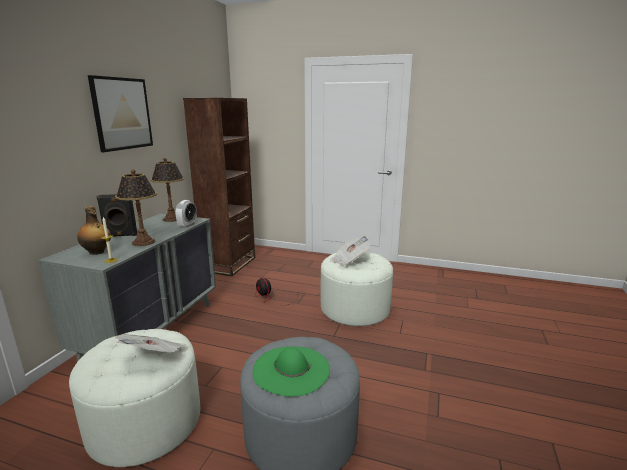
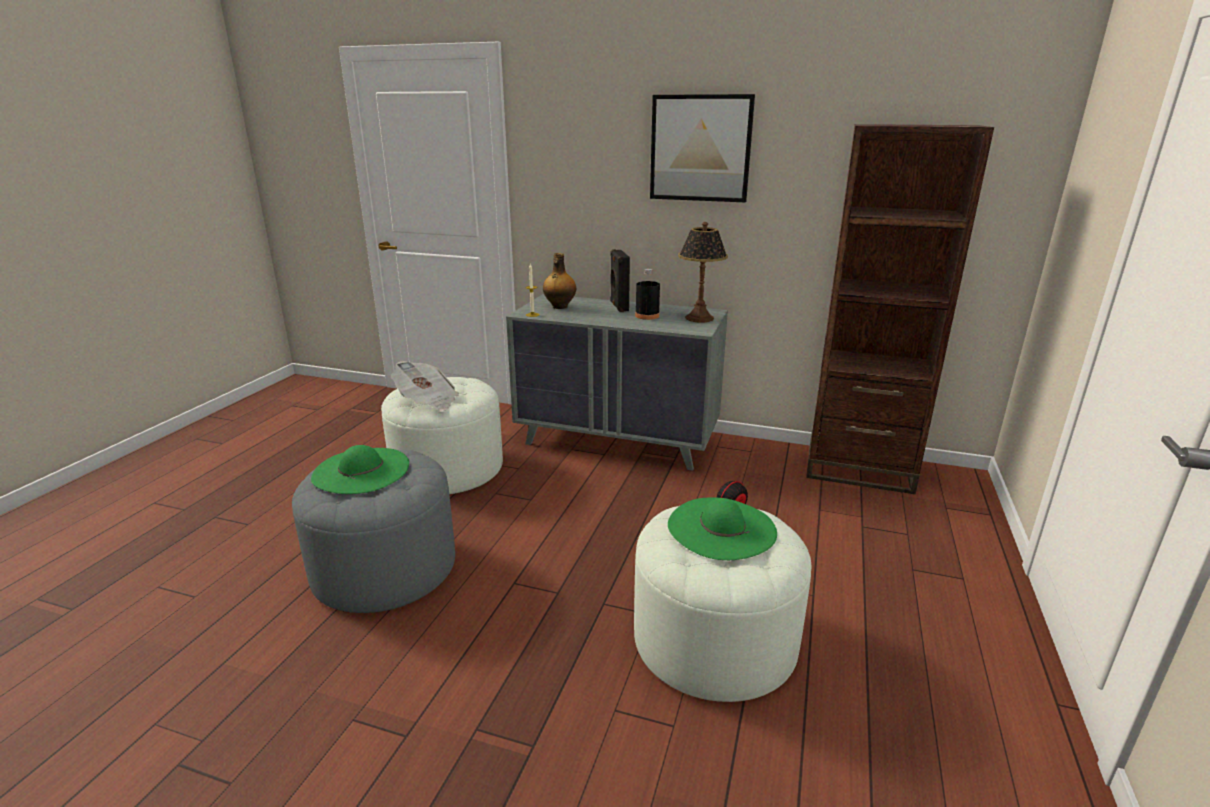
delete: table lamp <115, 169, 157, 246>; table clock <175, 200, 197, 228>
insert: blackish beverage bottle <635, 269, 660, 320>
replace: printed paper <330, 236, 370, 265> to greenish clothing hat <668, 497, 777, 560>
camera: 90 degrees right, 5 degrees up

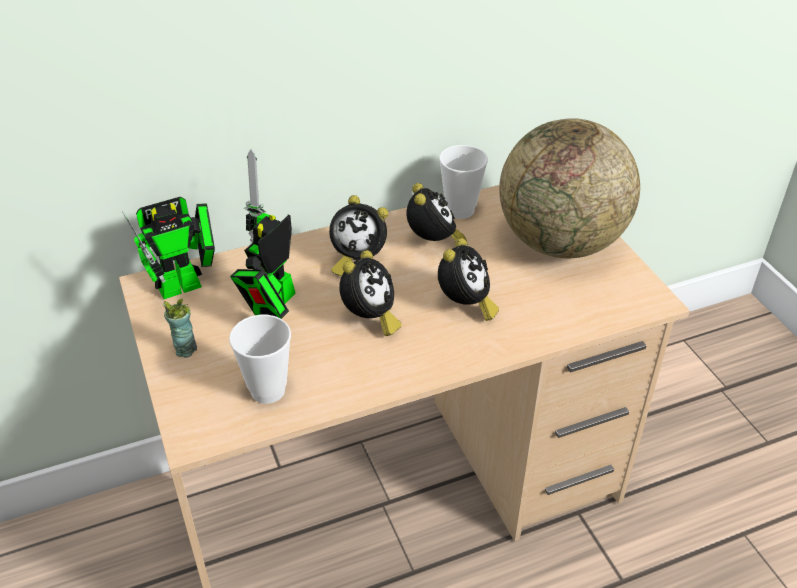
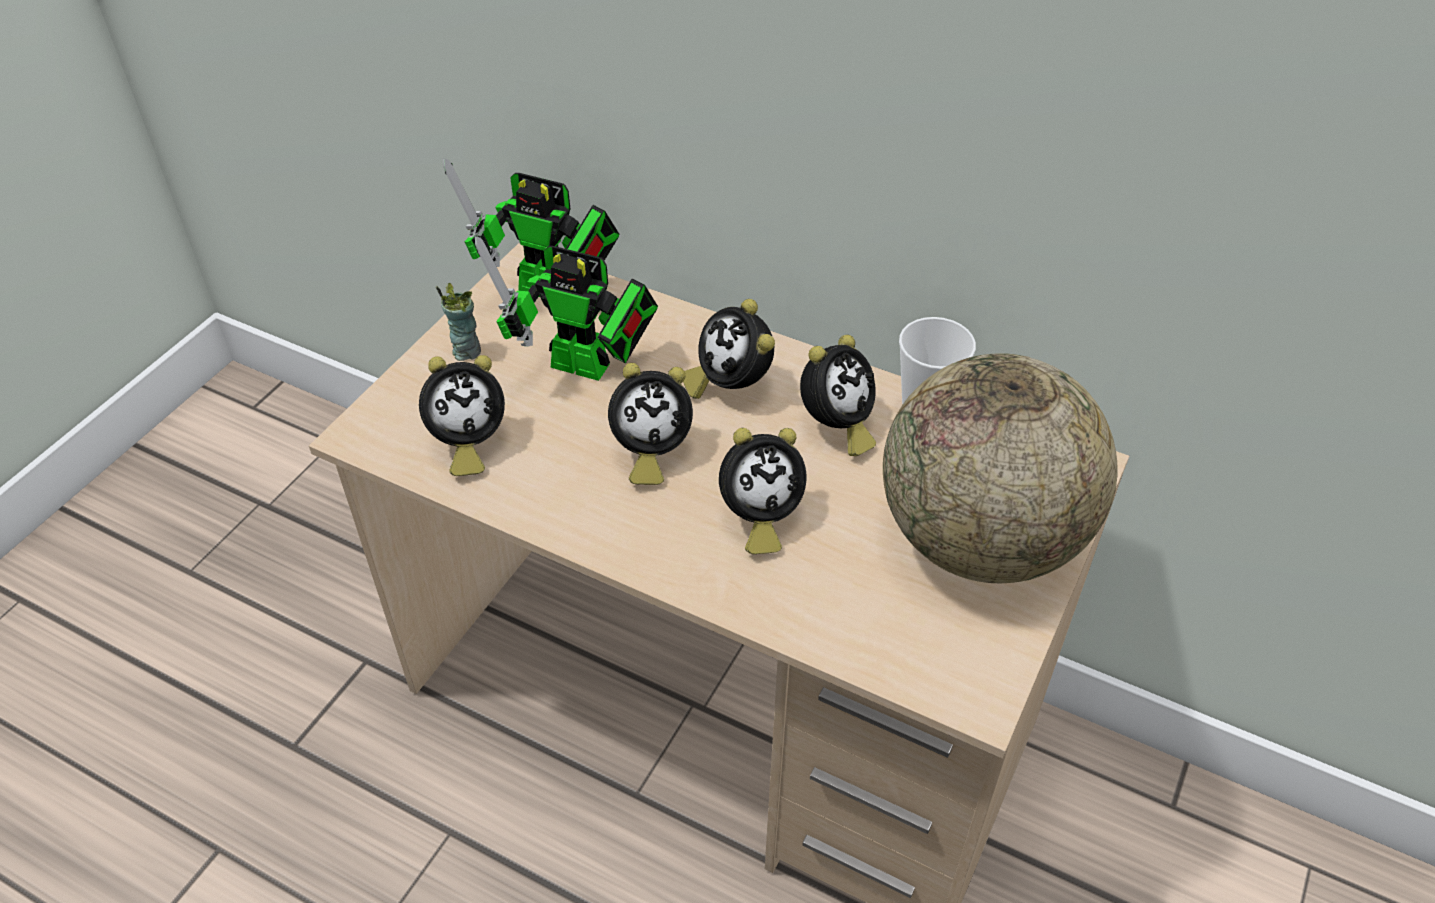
replace: cup <229, 315, 291, 404> to table clock <419, 355, 505, 476>
rotate: robot figure <230, 149, 296, 319> = <475, 236, 658, 381> 150 degrees counterclockwise
camera: 50 degrees right, 5 degrees up

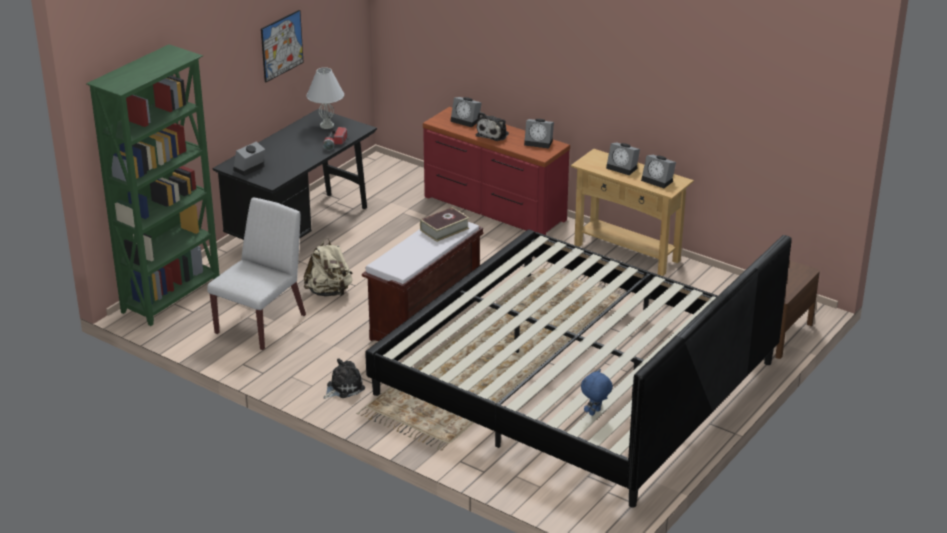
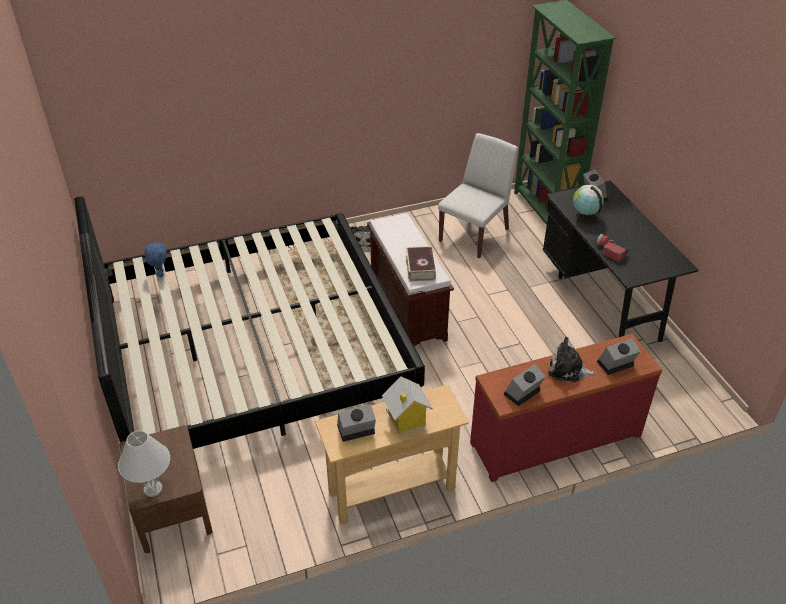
delete: wall art <261, 10, 304, 83>; beige-coloured backpack <304, 238, 353, 297>
insert: desk globe <573, 185, 604, 224>
move: white table lamp <307, 67, 344, 129> to <118, 430, 170, 497>
replace: table clock <606, 142, 640, 175> to model house <382, 376, 433, 435>
rotate: soft toy <476, 112, 509, 141> = <548, 337, 596, 383> 45 degrees counterclockwise; white chair <207, 198, 306, 350> = <438, 133, 518, 258> 120 degrees counterclockwise
camera: 125 degrees right, 10 degrees up

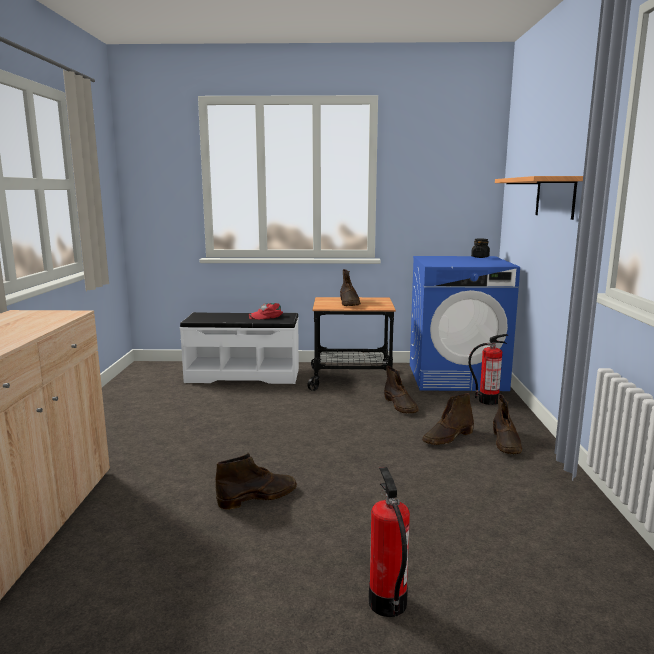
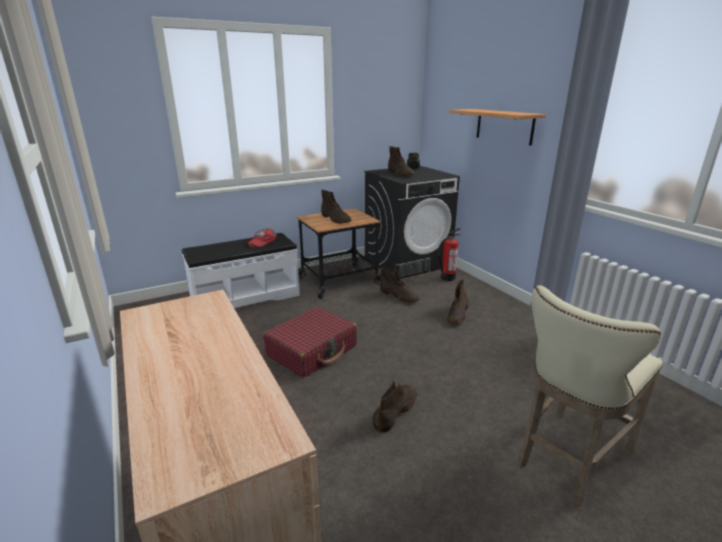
insert: red suitcase <263, 307, 357, 378>
move: brownish tall boot <493, 394, 523, 454> to <388, 146, 414, 176>
replace: extinguisher <369, 467, 410, 617> to beige-coloured stool <517, 285, 663, 507>
recolor: bluish washing machine <410, 256, 520, 391> to blackish washing machine <364, 166, 460, 279>
camera: 30 degrees left, 10 degrees up

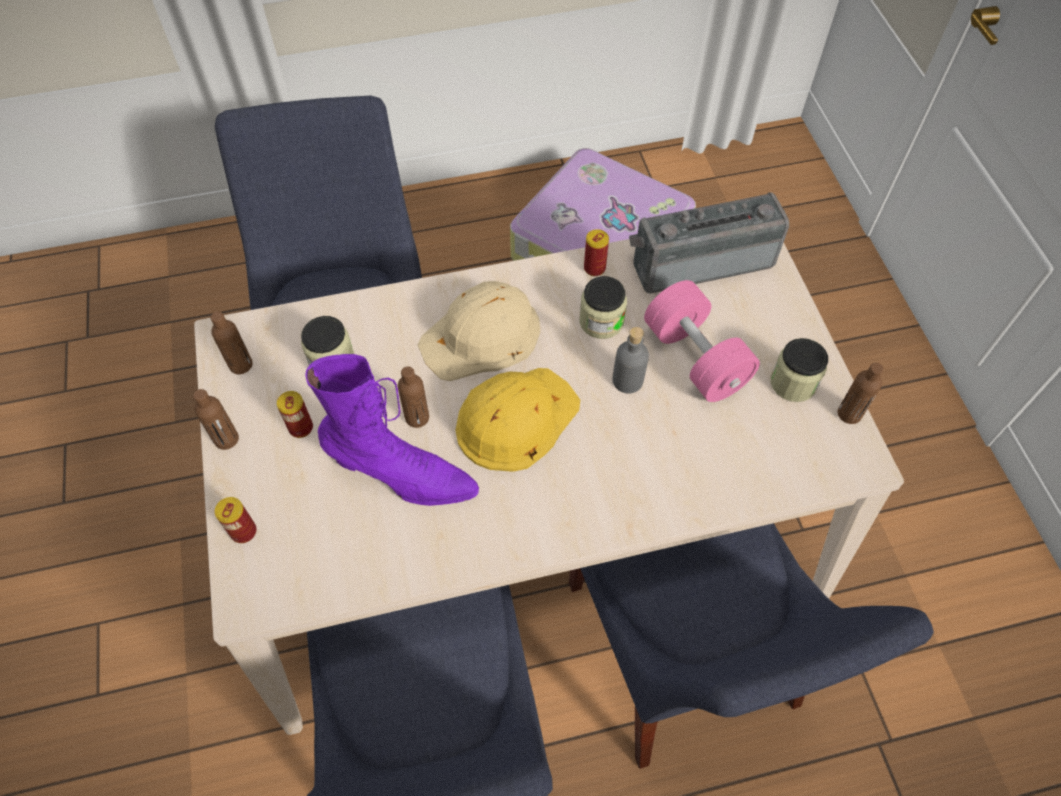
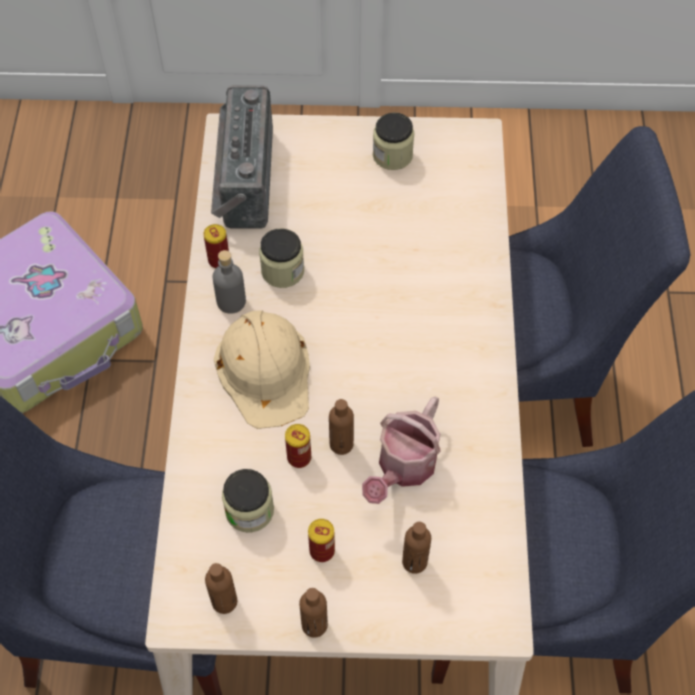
delete: pink-coloured free weight <644, 280, 760, 402>; yellow-coloured hard hat <456, 368, 580, 472>
move: grey beverage bottle <612, 327, 649, 394> to <213, 250, 246, 314>; brownish beverage bottle <838, 363, 884, 424> to <402, 522, 431, 574>; sealed can <215, 497, 257, 543> to <285, 424, 311, 468>
replace: purple tall boot <305, 354, 479, 506> to watering can <362, 396, 441, 504>
camera: 75 degrees left, 0 degrees up

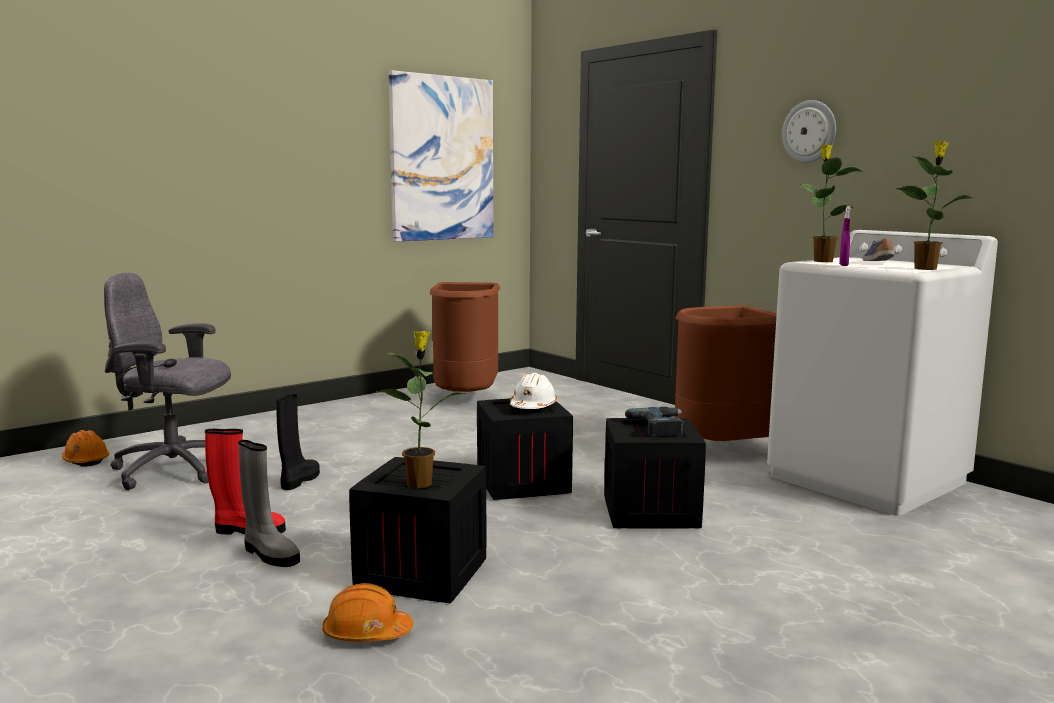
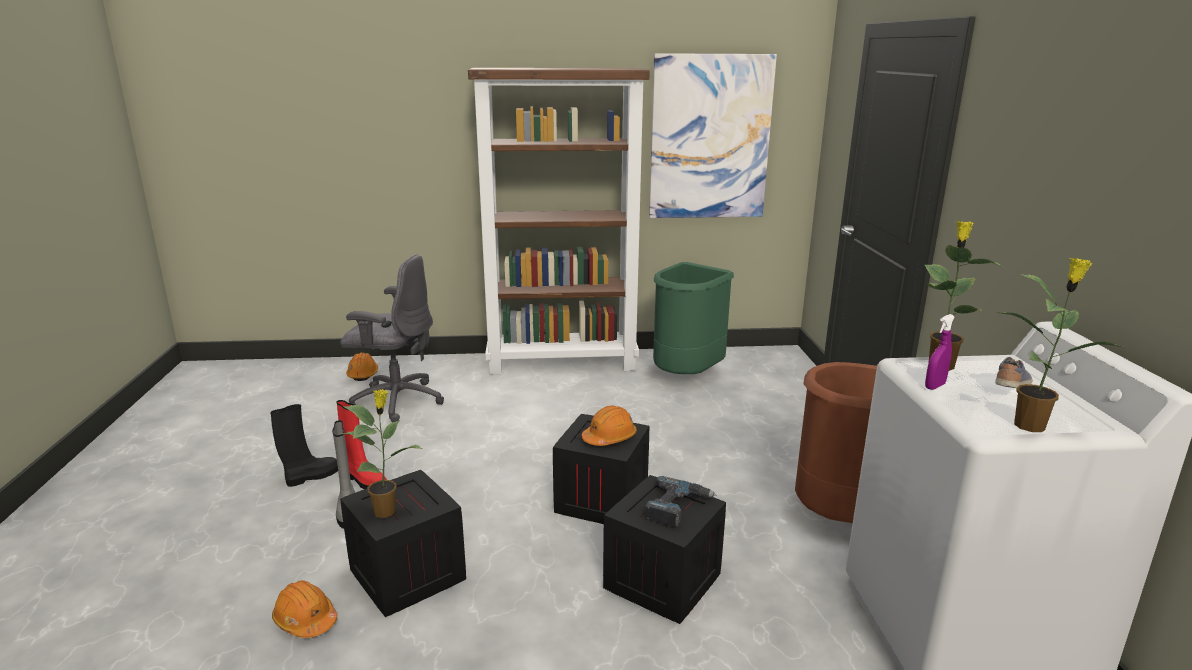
delete: hanging clock <782, 100, 836, 163>
insert: brownish bookcase <468, 68, 650, 375>
move: blackish tall boot <276, 394, 320, 490> to <270, 404, 338, 487>
recolor: brownish rubbish bin <430, 282, 500, 392> to greenish rubbish bin <653, 262, 734, 374>; white hard hat <510, 373, 557, 409> to orangey hard hat <582, 406, 637, 446>
rotate: grey desk chair <104, 272, 231, 490> = <341, 254, 444, 422> 150 degrees clockwise
camera: 35 degrees right, 10 degrees up

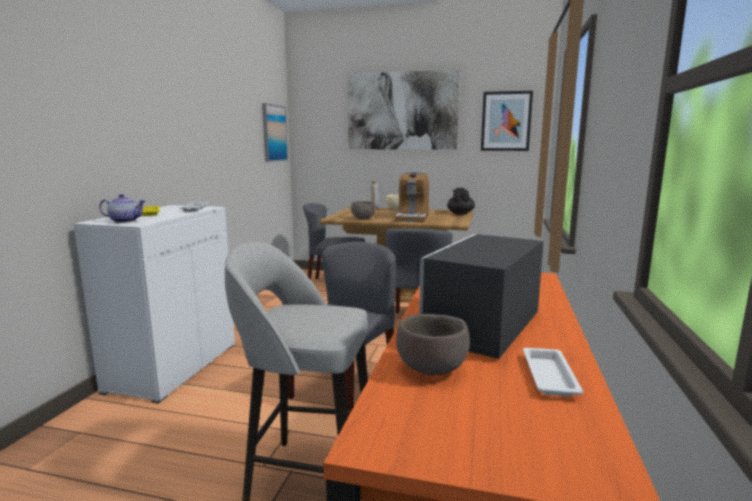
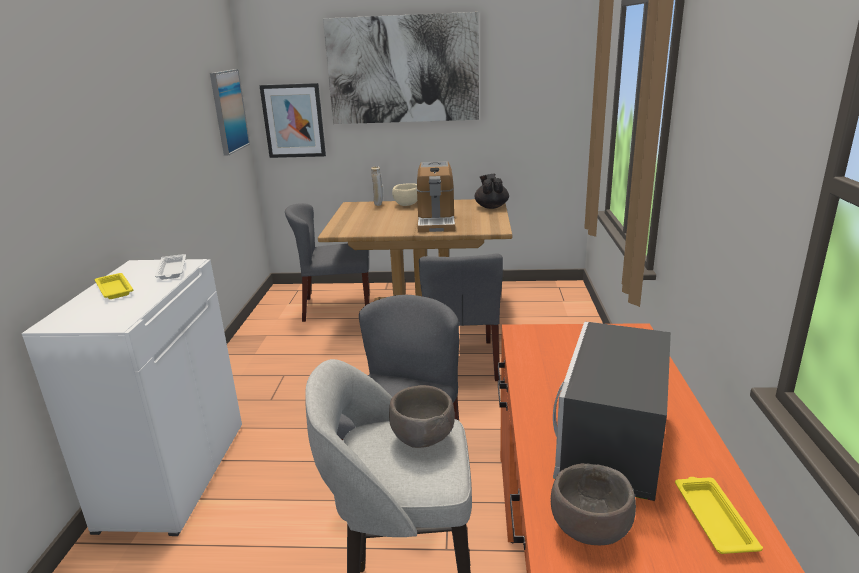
delete: pot for tea <99, 194, 146, 223>
move: wall art <481, 91, 533, 151> to <259, 83, 326, 158>; brownish serving bowl <351, 201, 375, 219> to <389, 385, 455, 448>
recolor: white serving tray <523, 348, 583, 397> to yellow-coloured serving tray <675, 477, 763, 554>
camera: 10 degrees left, 10 degrees up

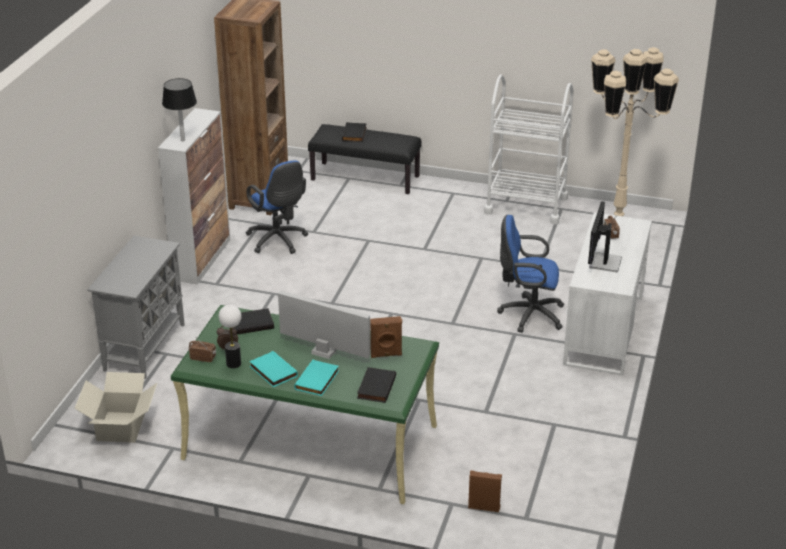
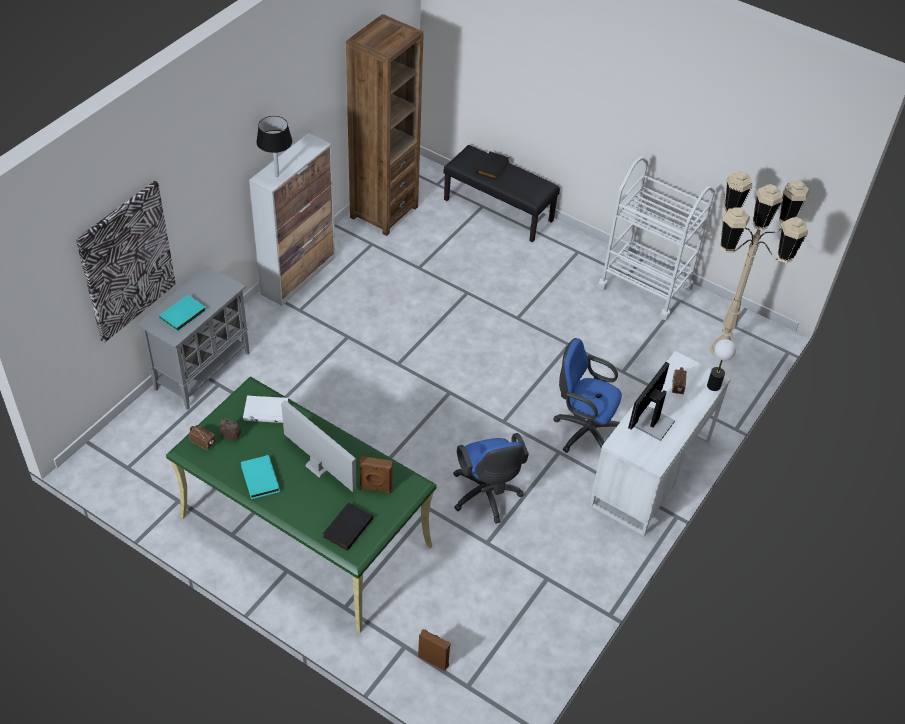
delete: carton <74, 372, 157, 443>
insert: wall art <76, 181, 176, 343>
move: bluish desk chair <246, 160, 308, 254> to <454, 433, 529, 524>; table lamp <219, 305, 241, 368> to <707, 339, 736, 391>; blue-green volume <294, 360, 339, 396> to <159, 295, 206, 332>
recolor: blackish volume <233, 308, 274, 334> to white volume <243, 395, 289, 423>
camera: 15 degrees right, 15 degrees up

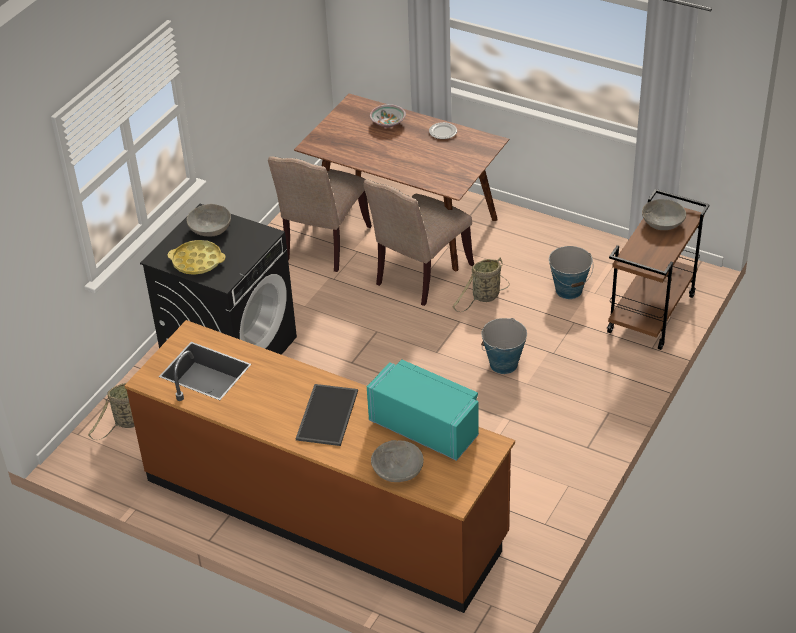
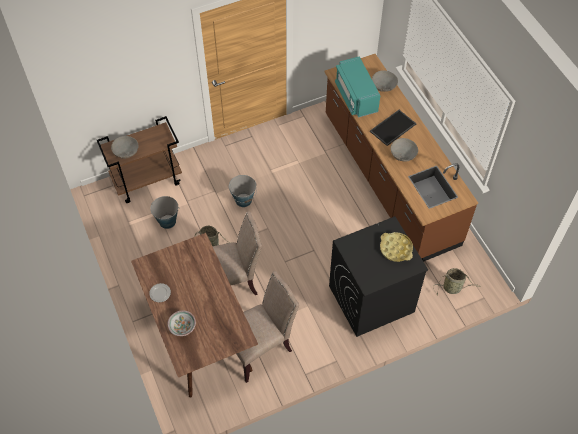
move: grey serving bowl <187, 204, 231, 236> to <390, 138, 418, 162>
camera: 145 degrees left, 15 degrees up

